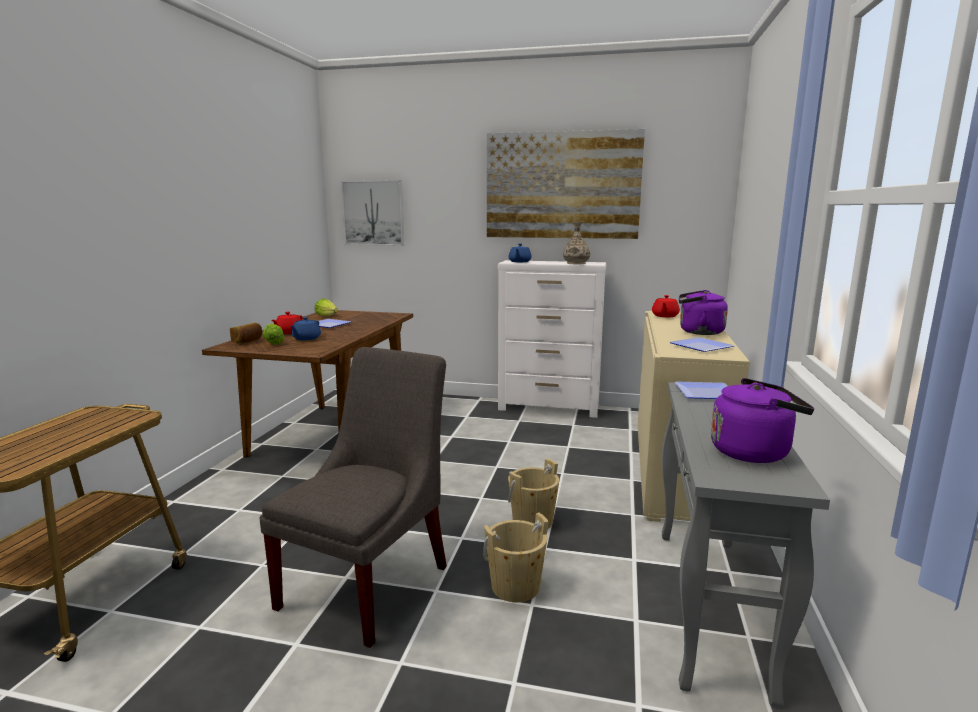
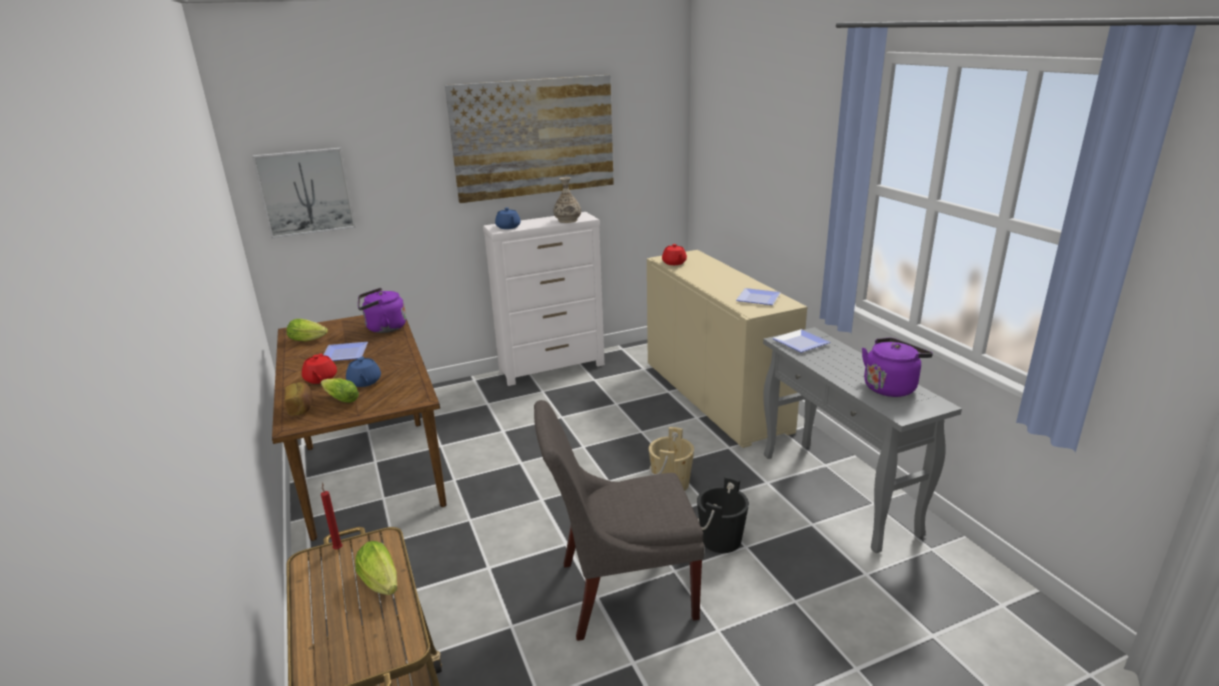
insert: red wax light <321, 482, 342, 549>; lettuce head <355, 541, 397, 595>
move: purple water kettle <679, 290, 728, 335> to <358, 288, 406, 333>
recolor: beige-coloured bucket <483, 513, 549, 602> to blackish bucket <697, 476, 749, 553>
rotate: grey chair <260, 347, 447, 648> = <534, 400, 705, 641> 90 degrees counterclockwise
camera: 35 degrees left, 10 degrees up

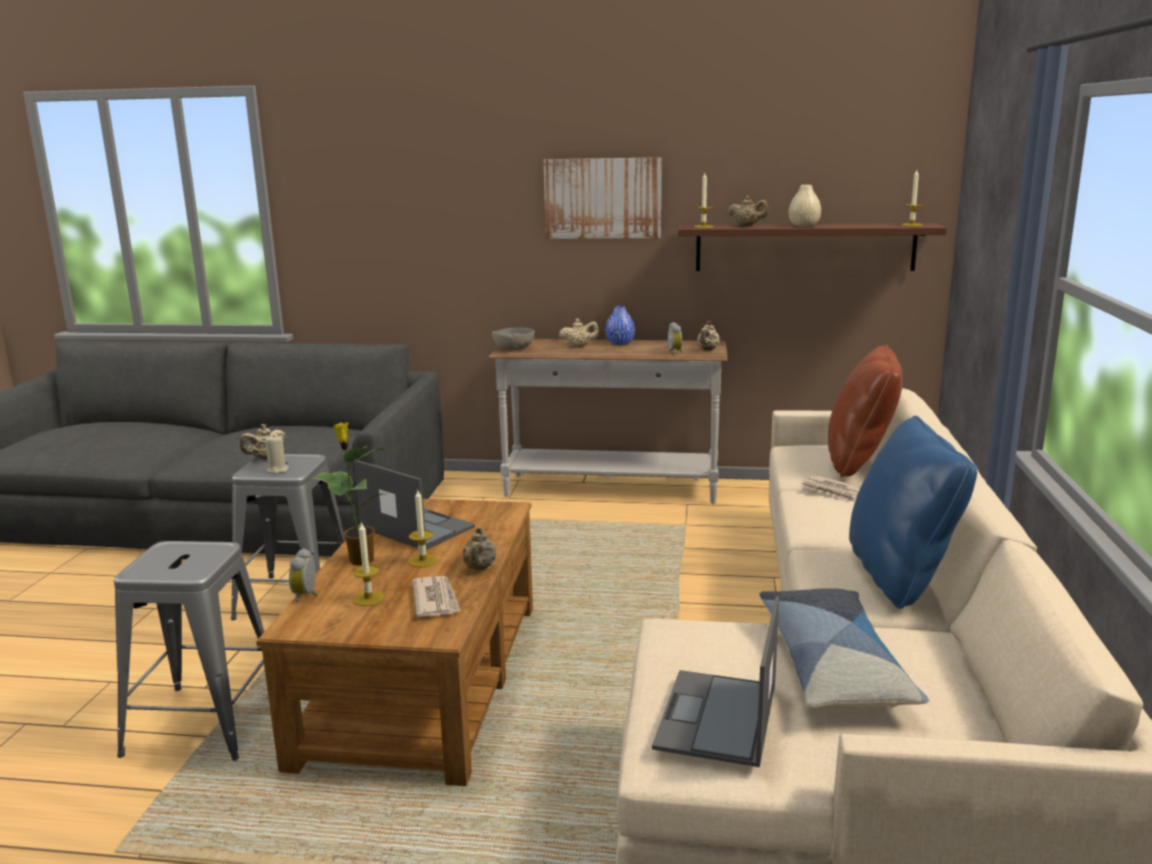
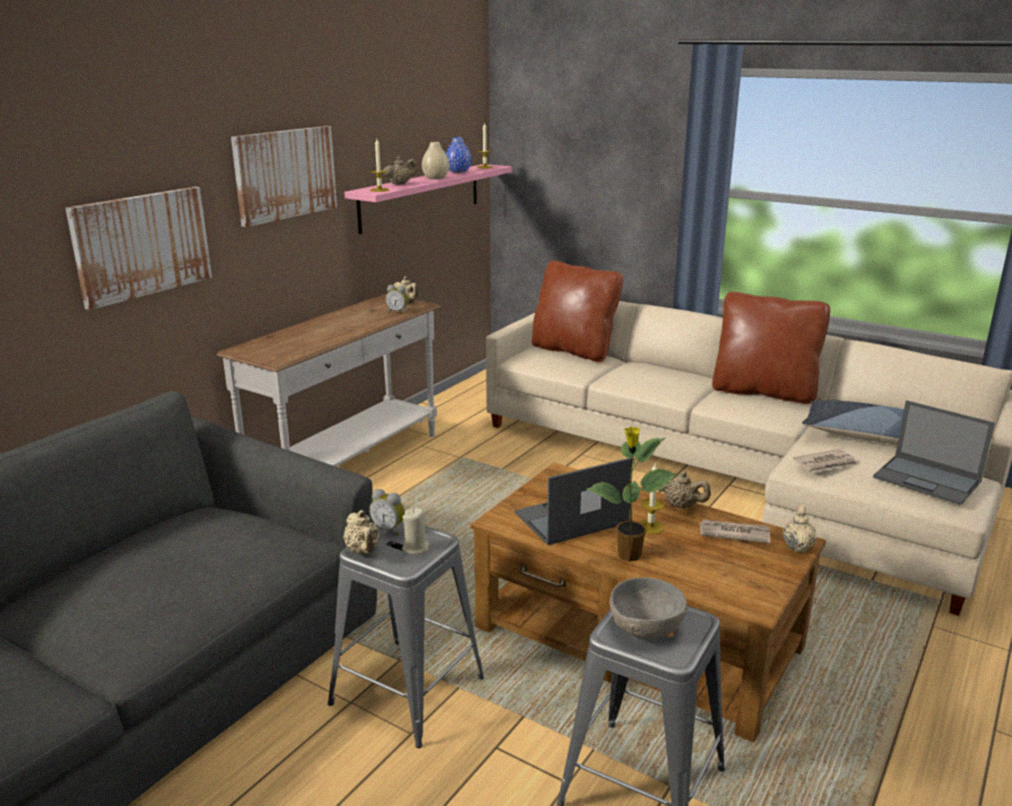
delete: wax light <353, 521, 384, 606>
insert: wall art <66, 187, 212, 310>
move: bluish flower vase <605, 306, 635, 345> to <446, 137, 471, 173>; beige-coloured pot for tea <559, 319, 599, 347> to <783, 504, 817, 552>; grey serving bowl <491, 328, 534, 350> to <609, 577, 687, 639>; printed paper <801, 475, 861, 502> to <793, 449, 858, 473>; table clock <289, 548, 318, 603> to <369, 489, 405, 535>
recolor: brownish bracket shelf <678, 223, 947, 271> to pink-coloured bracket shelf <344, 164, 512, 234>; bluish pillow <849, 416, 977, 609> to brownish pillow <712, 292, 830, 404>
camera: 65 degrees left, 5 degrees up

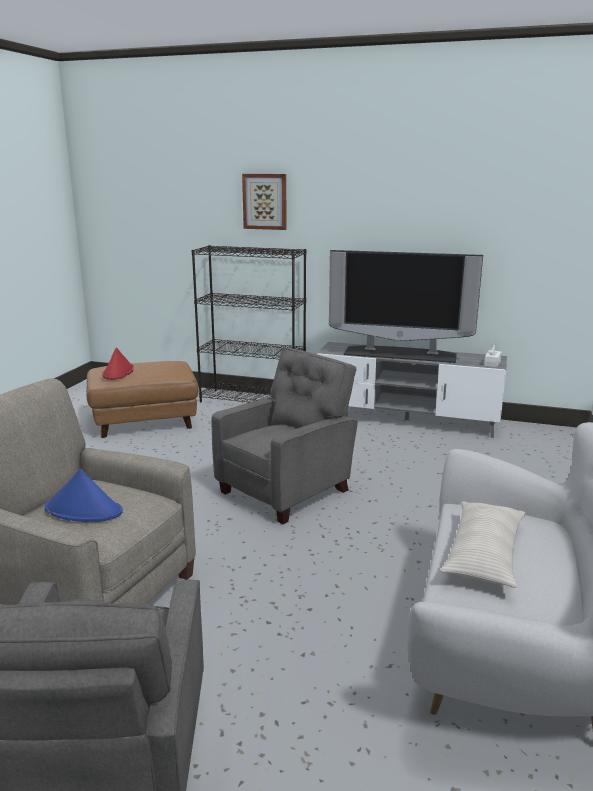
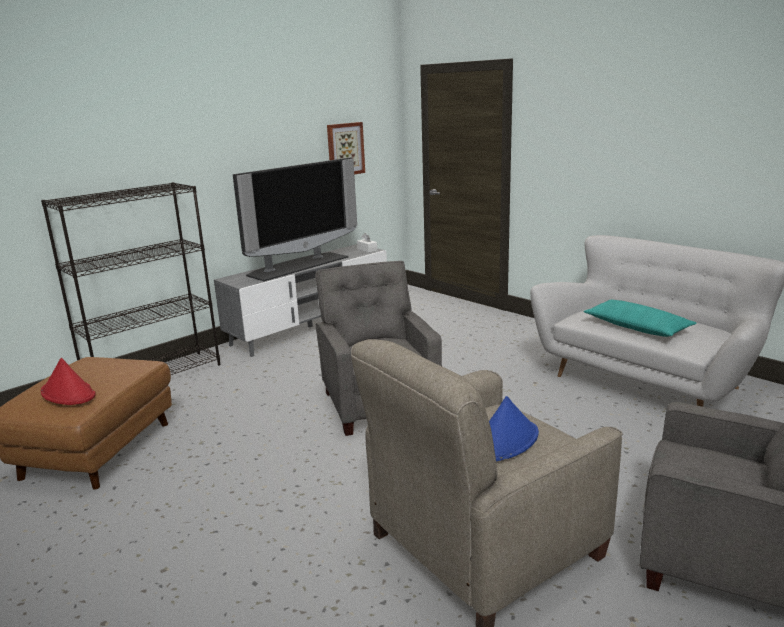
move: wall art <242, 174, 287, 230> to <327, 122, 365, 175>
recolor: beige-coloured pillow <440, 501, 526, 588> to blue-green pillow <583, 300, 697, 337>
camera: 60 degrees left, 0 degrees up

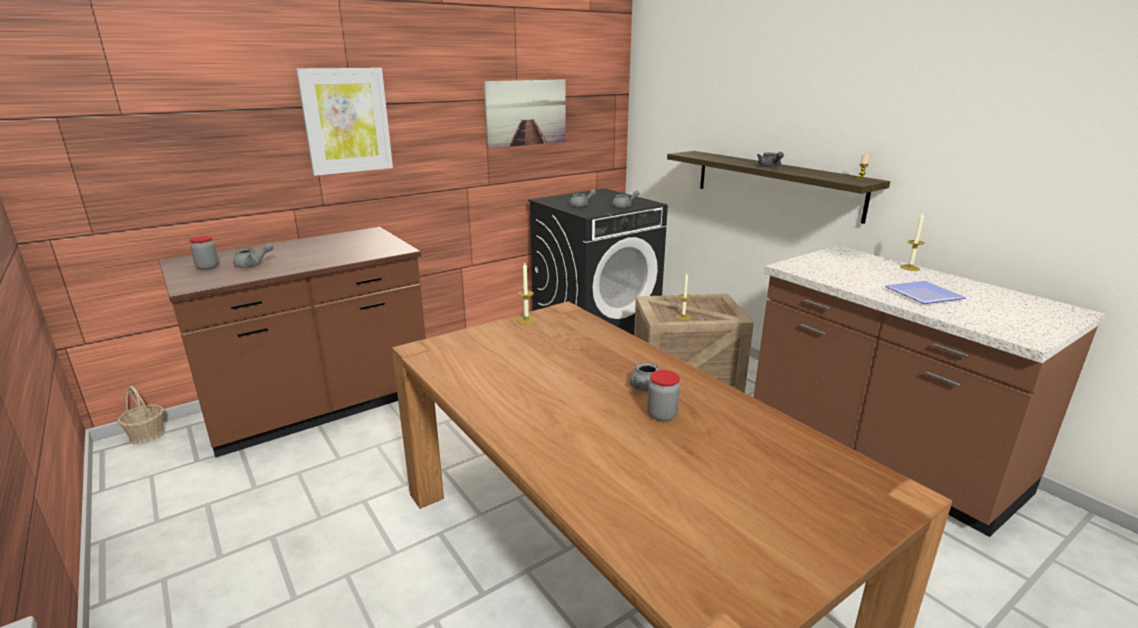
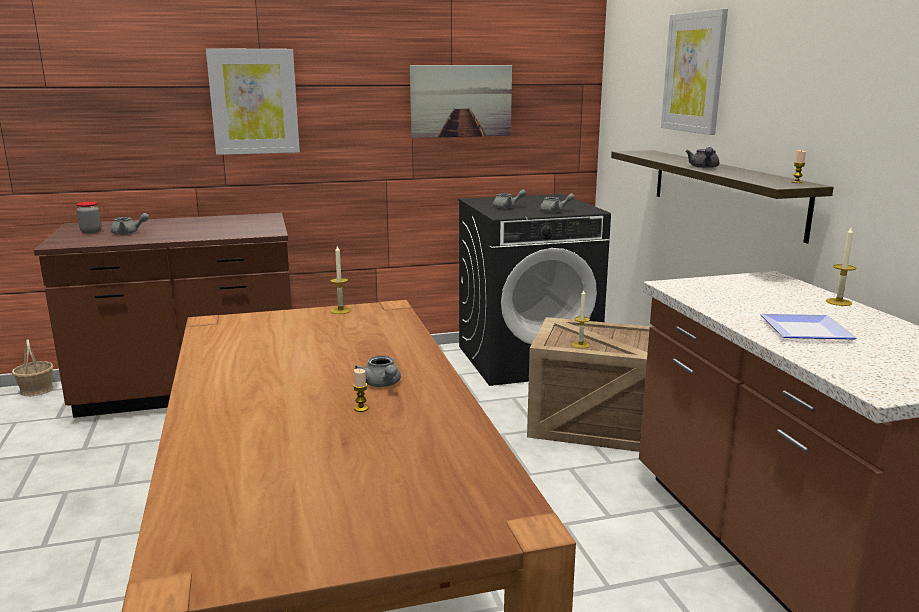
insert: wall art <661, 9, 728, 135>
replace: preserve jar <647, 370, 680, 421> to wax light <353, 368, 368, 412>
camera: 20 degrees right, 5 degrees down

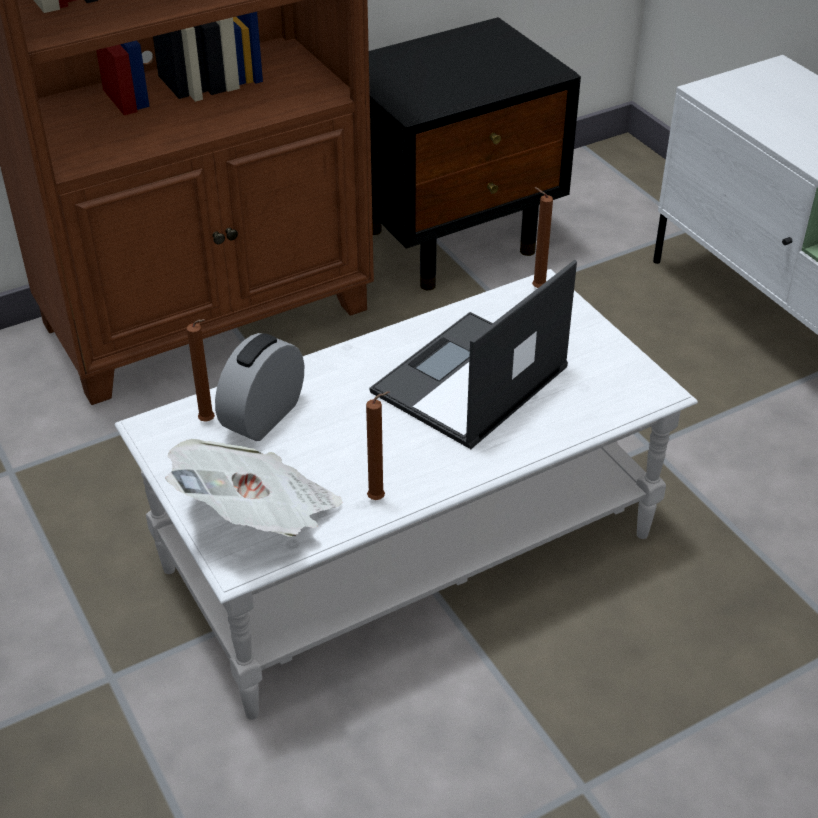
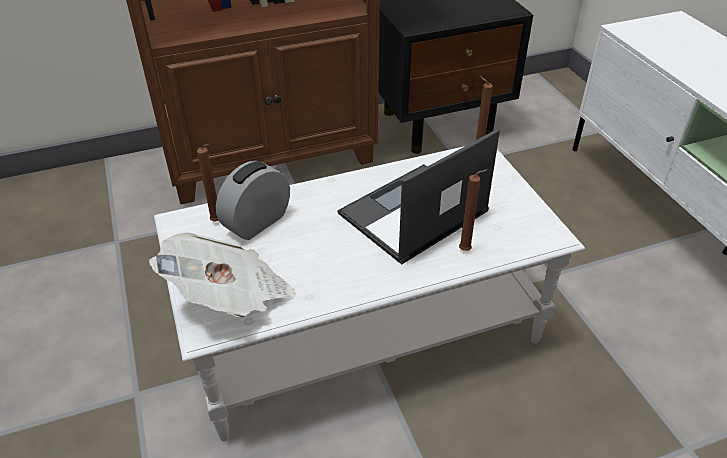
move: brownish wax light <366, 391, 390, 500> to <459, 169, 488, 251>
camera: 10 degrees right, 0 degrees up

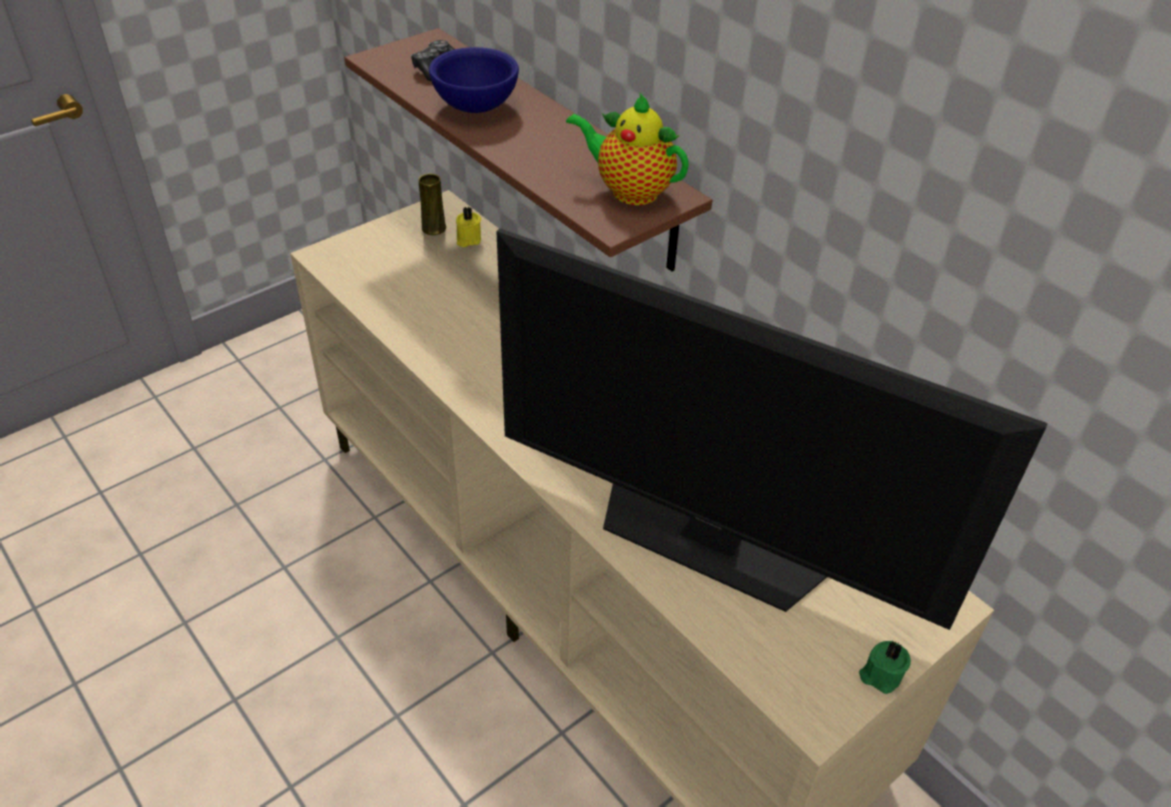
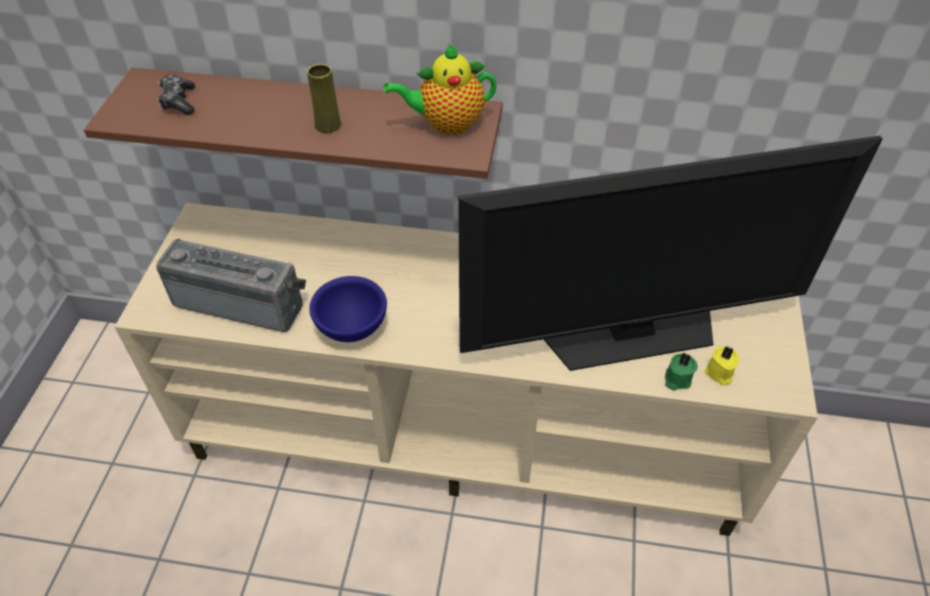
insert: radio <156, 239, 306, 332>
move: bluish serving bowl <429, 47, 519, 113> to <309, 276, 387, 342>; yellow-coloured flower vase <419, 174, 446, 235> to <307, 64, 341, 133>; yellow-coloured wax light <456, 207, 481, 247> to <705, 346, 740, 385>; greenish wax light <859, 641, 911, 694> to <665, 353, 698, 390>
camera: 40 degrees left, 5 degrees up

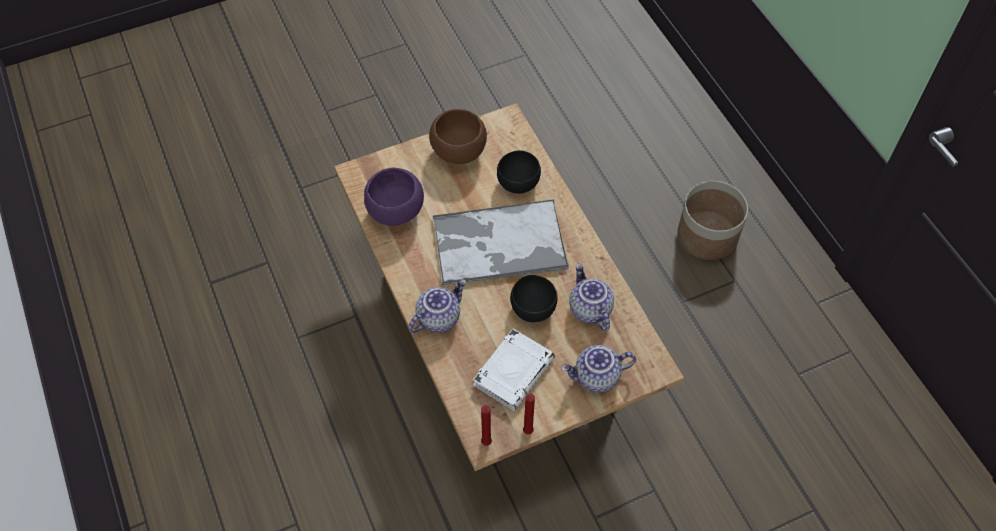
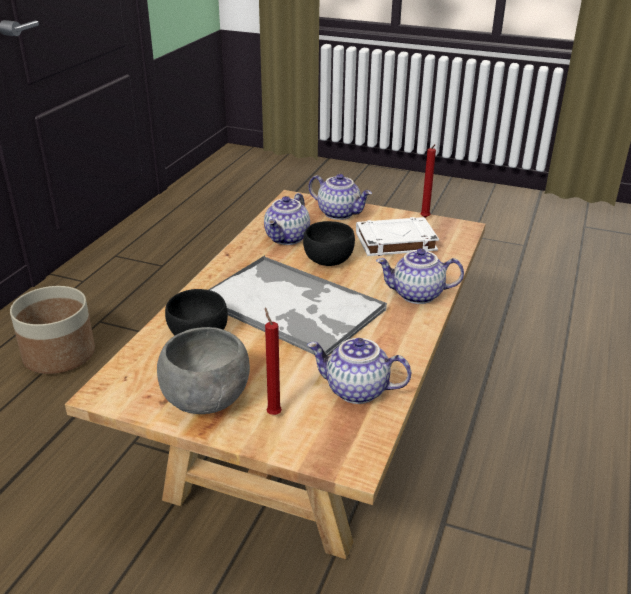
move: red wax light <481, 405, 495, 446> to <265, 308, 282, 415>
replace: purple serving bowl <364, 168, 424, 226> to pot for tea <307, 338, 411, 404>
recolor: brownish serving bowl <429, 109, 487, 164> to grey serving bowl <157, 327, 250, 414>
camera: 135 degrees left, 25 degrees down

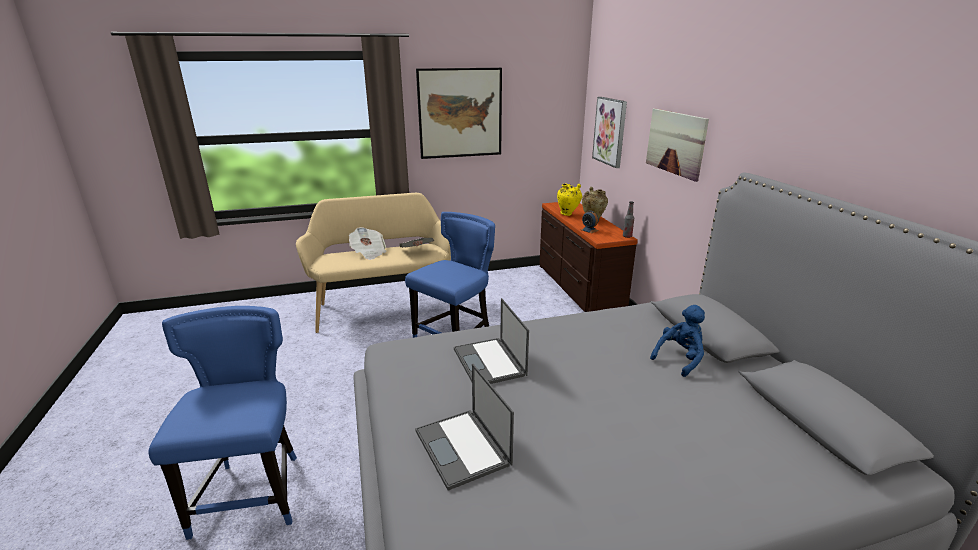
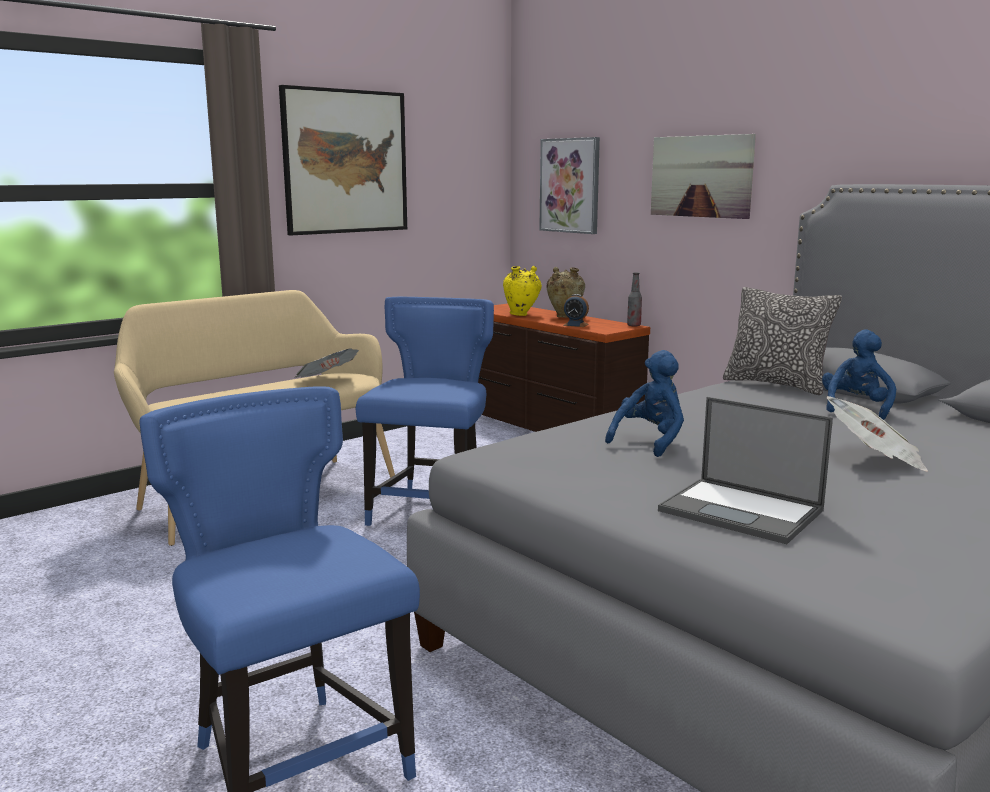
insert: pillow <723, 287, 842, 395>
move: printed paper <349, 227, 387, 260> to <826, 396, 929, 472>
replace: portable computer <454, 298, 529, 384> to bluish soft toy <605, 350, 684, 457>
camera: 25 degrees left, 10 degrees down

